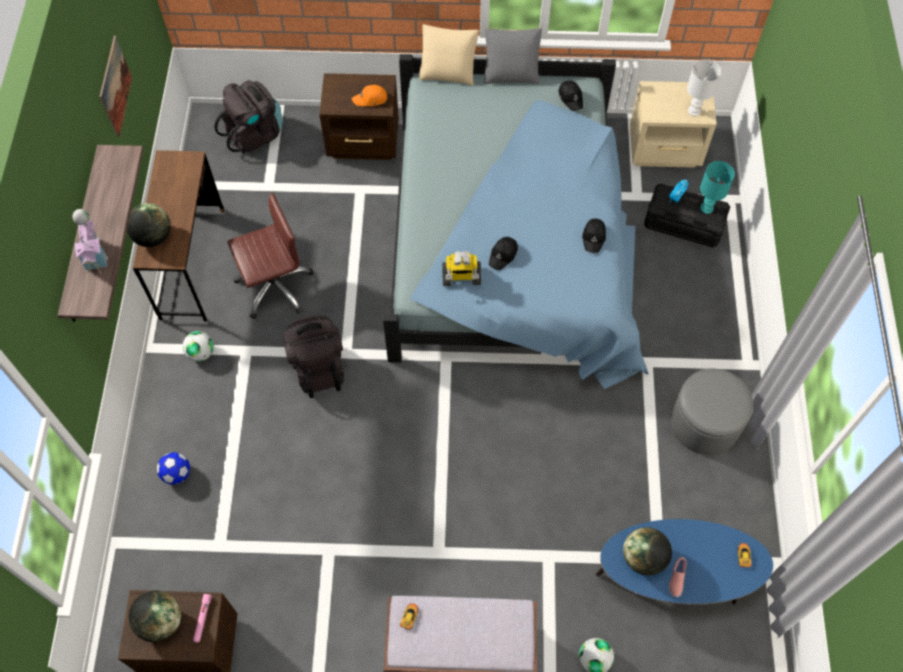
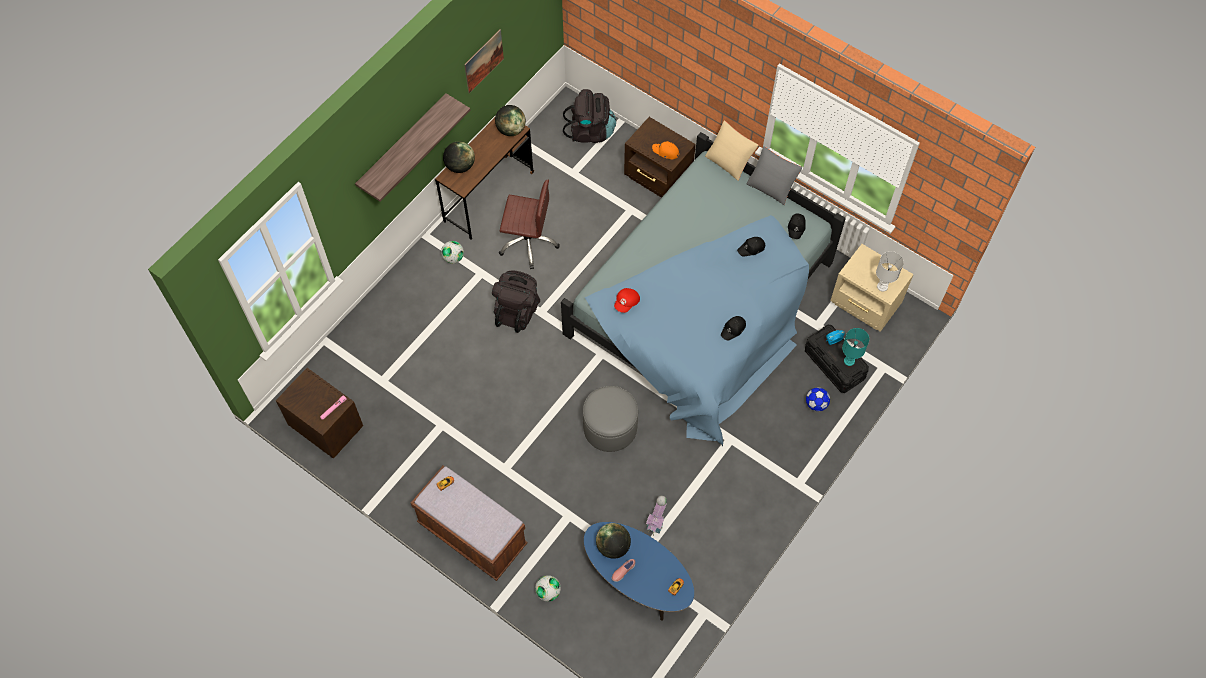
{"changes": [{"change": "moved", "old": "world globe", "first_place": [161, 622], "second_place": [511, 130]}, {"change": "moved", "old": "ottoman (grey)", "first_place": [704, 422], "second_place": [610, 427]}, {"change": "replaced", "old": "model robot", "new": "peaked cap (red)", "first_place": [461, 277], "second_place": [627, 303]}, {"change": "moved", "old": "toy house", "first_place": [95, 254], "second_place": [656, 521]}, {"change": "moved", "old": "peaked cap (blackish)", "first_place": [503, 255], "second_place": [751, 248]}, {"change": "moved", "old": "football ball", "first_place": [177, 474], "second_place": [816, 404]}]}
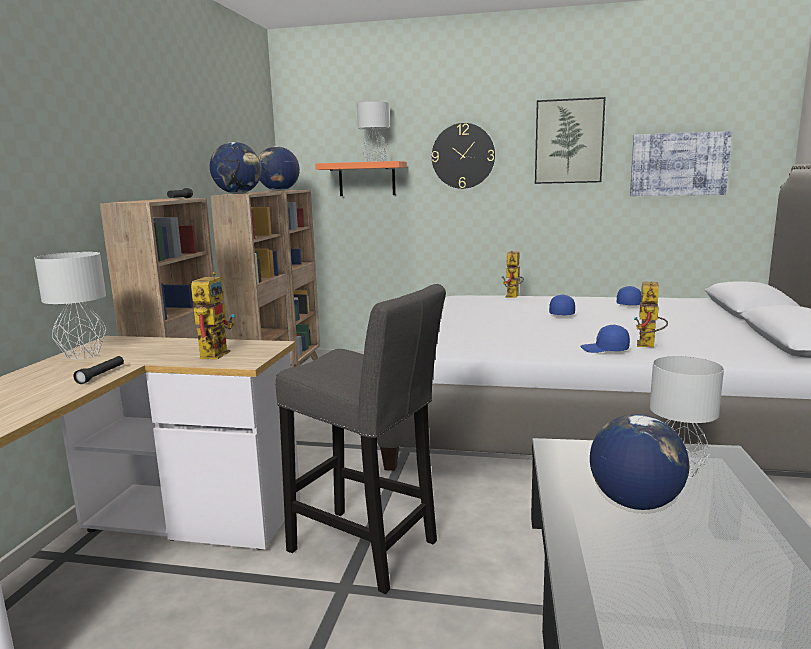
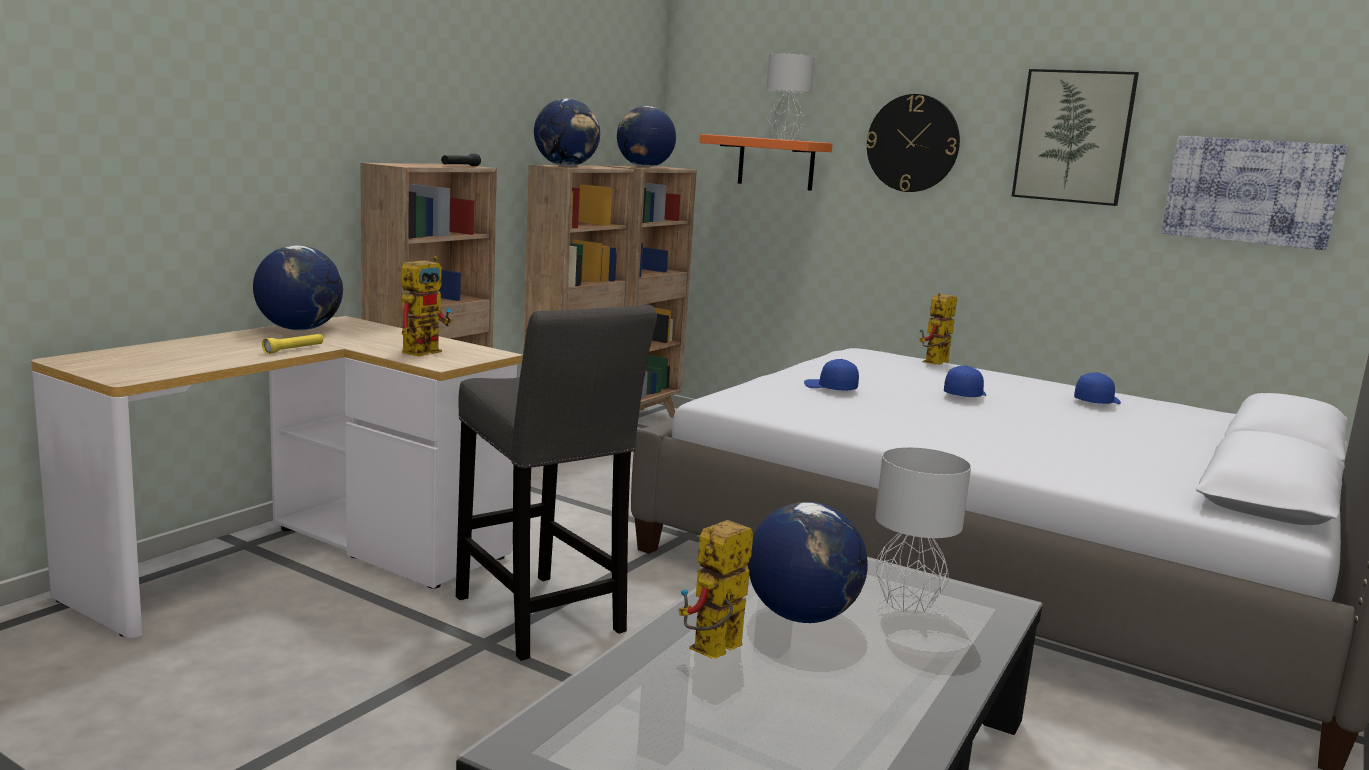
{"changes": [{"change": "replaced", "old": "lamp for a table (grey)", "new": "world globe", "first_place": [81, 355], "second_place": [299, 329]}, {"change": "recoloured", "old": "torch (blackish)", "new": "torch (yellow-coloured)", "first_place": [101, 375], "second_place": [294, 349]}, {"change": "moved", "old": "model robot", "first_place": [648, 346], "second_place": [713, 653]}, {"change": "moved", "old": "peaked cap (blue-coloured)", "first_place": [604, 349], "second_place": [830, 388]}]}
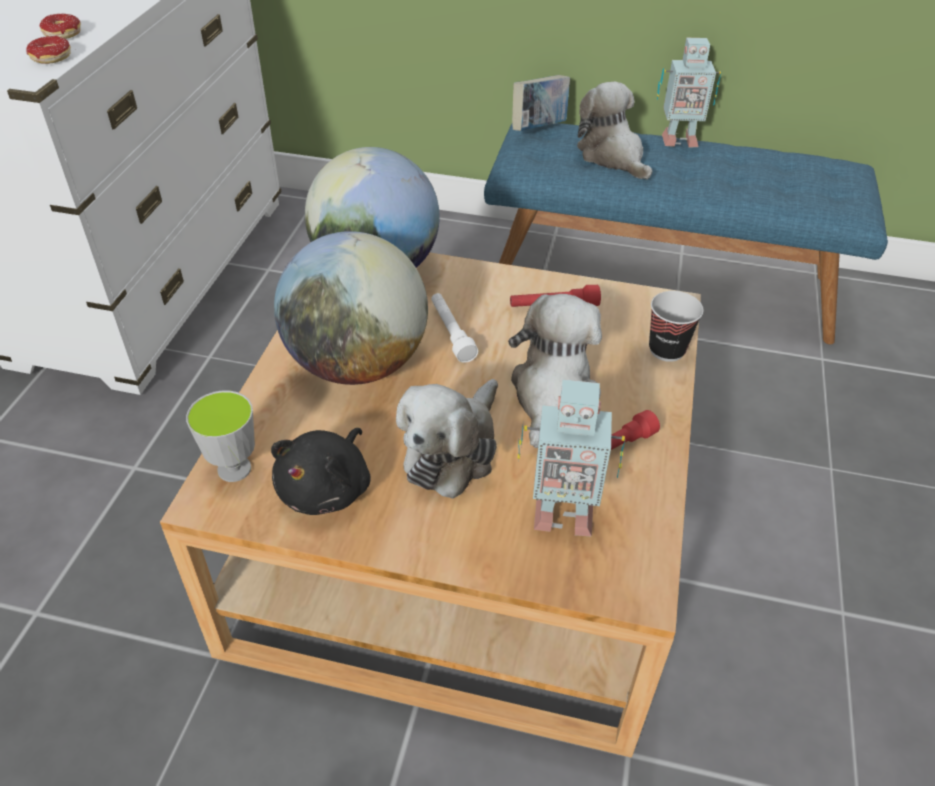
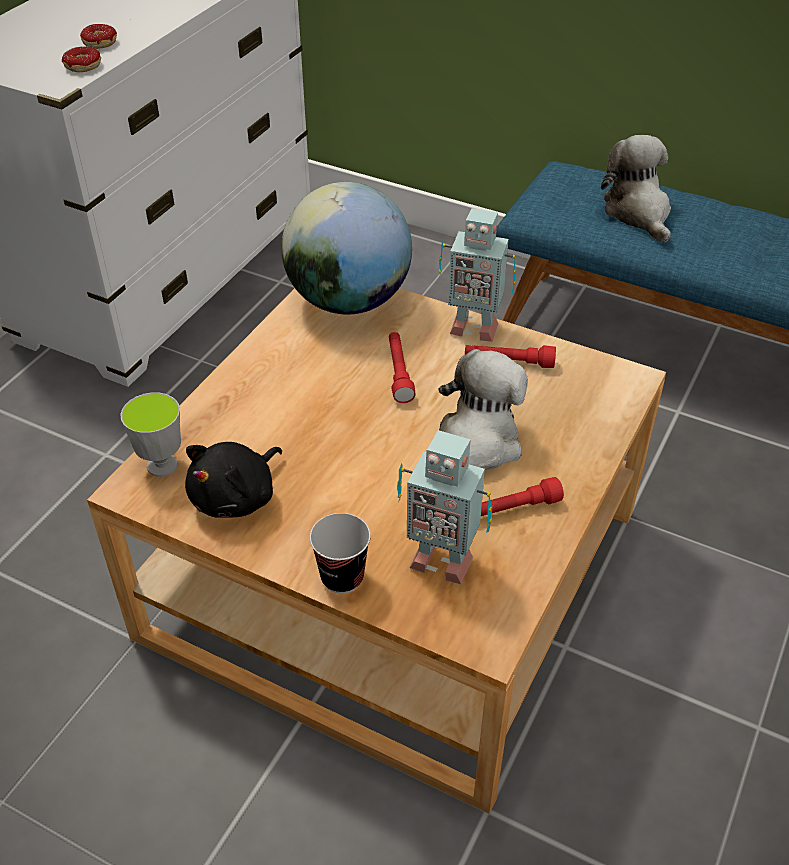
{"changes": [{"change": "moved", "old": "drinking cup", "first_place": [666, 350], "second_place": [342, 577]}, {"change": "recoloured", "old": "torch (whitish)", "new": "torch (red)", "first_place": [451, 333], "second_place": [399, 373]}, {"change": "moved", "old": "model robot", "first_place": [678, 140], "second_place": [473, 326]}, {"change": "removed", "old": "world globe", "first_place": [357, 364]}, {"change": "removed", "old": "plush toy", "first_place": [452, 450]}, {"change": "removed", "old": "bound book", "first_place": [539, 128]}]}
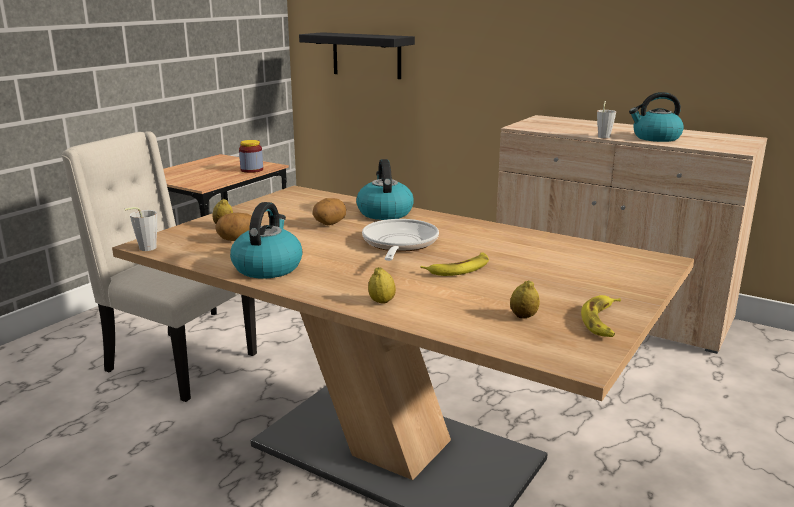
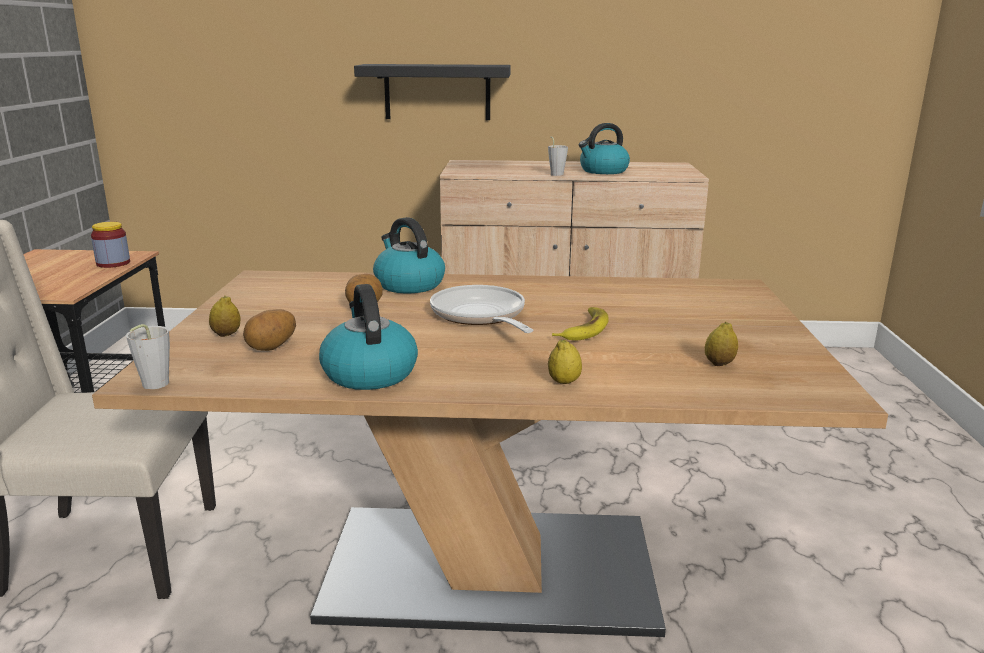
{"changes": [{"change": "moved", "old": "wall shelf (blackish)", "first_place": [366, 55], "second_place": [437, 92]}, {"change": "removed", "old": "whole banana", "first_place": [602, 321]}]}
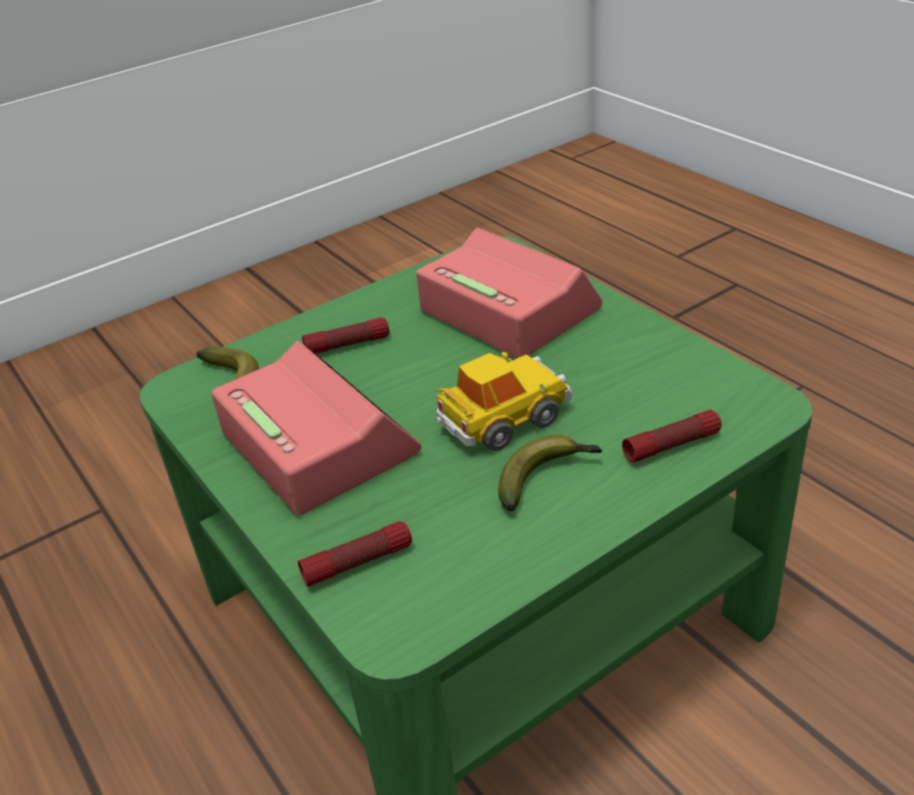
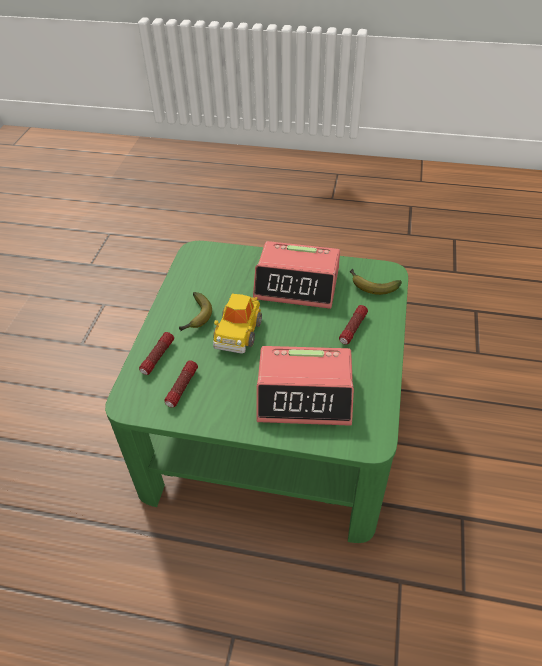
{"changes": [{"change": "moved", "old": "torch", "first_place": [358, 562], "second_place": [182, 388]}]}
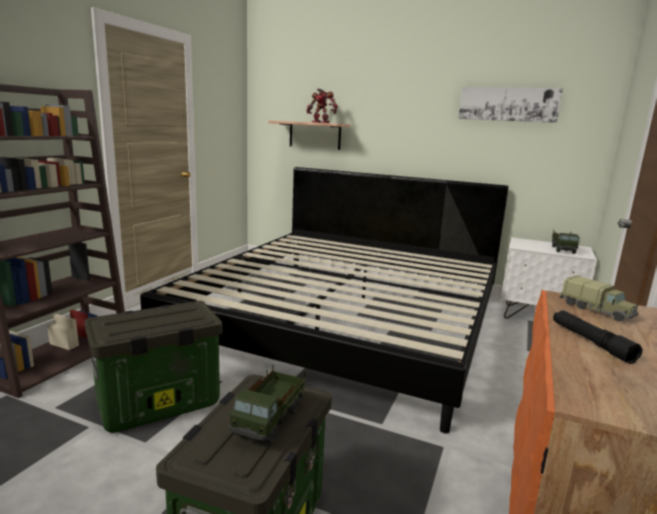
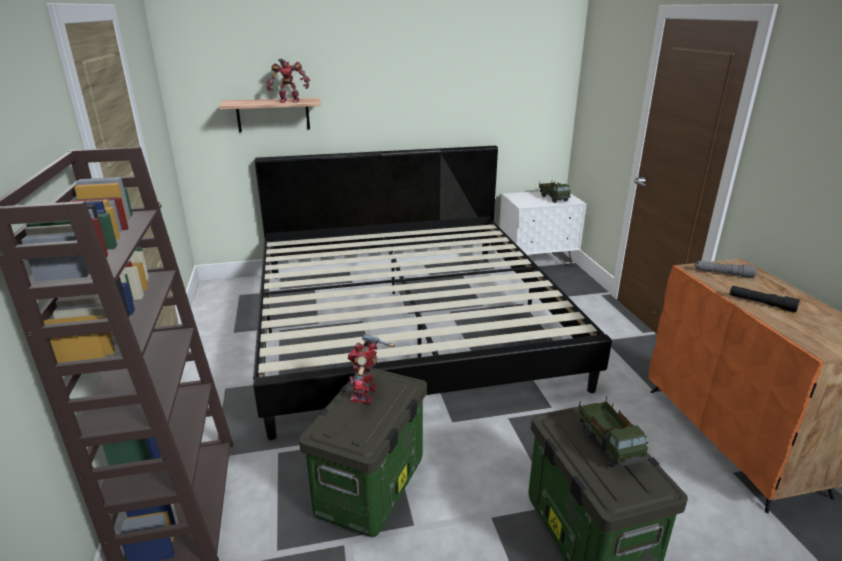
{"changes": [{"change": "added", "new": "model robot", "second_place": [366, 394]}, {"change": "replaced", "old": "model truck", "new": "torch (grey)", "first_place": [597, 310], "second_place": [723, 274]}, {"change": "removed", "old": "wall picture", "first_place": [508, 104]}]}
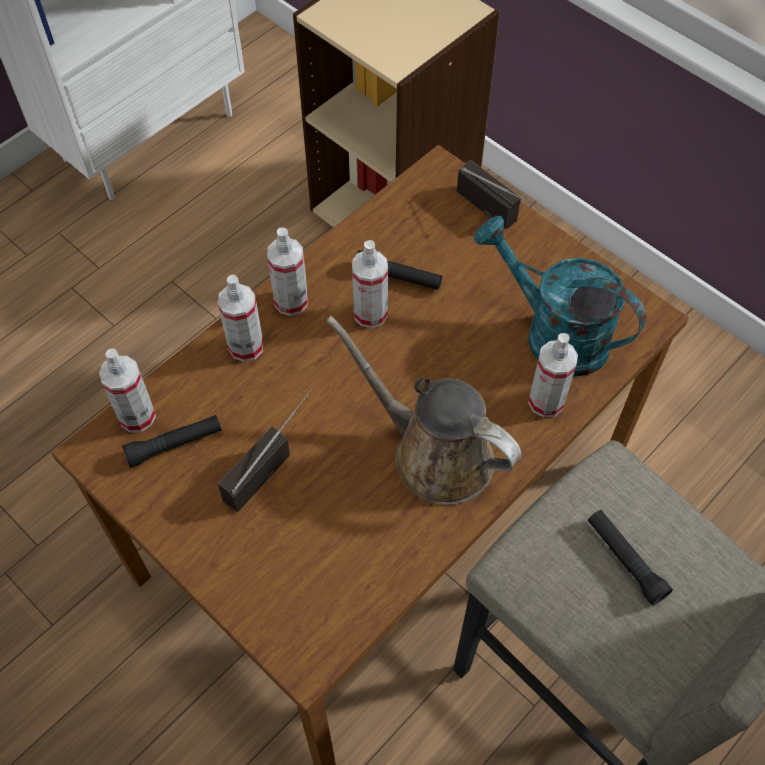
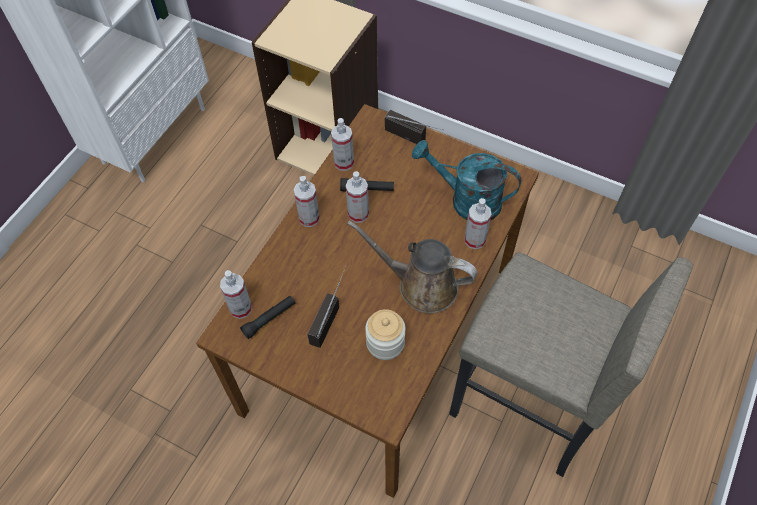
{"changes": [{"change": "moved", "old": "spray bottle", "first_place": [246, 346], "second_place": [344, 163]}, {"change": "added", "new": "preserve jar", "second_place": [385, 343]}, {"change": "removed", "old": "torch (blackish)", "first_place": [625, 560]}]}
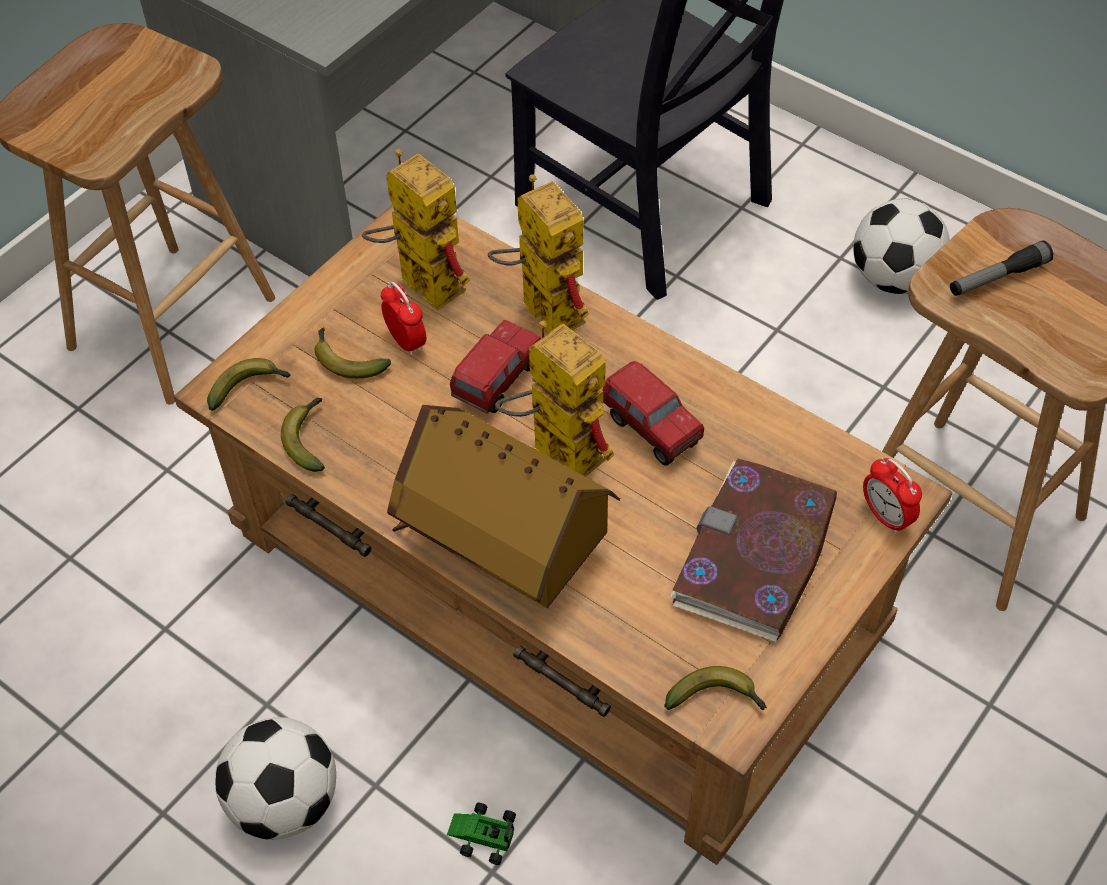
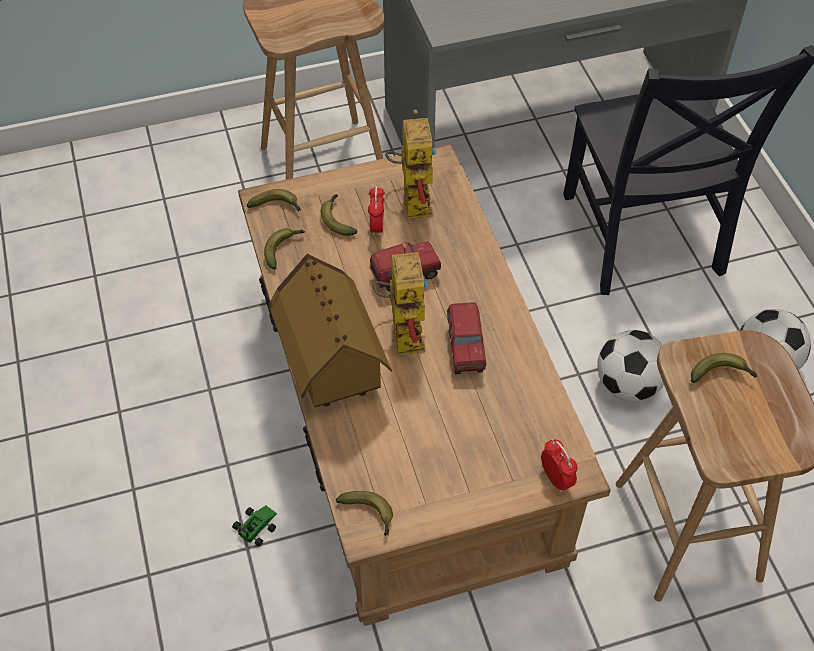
{"changes": [{"change": "turned", "old": "miniature car", "first_place": [480, 833], "second_place": [258, 524], "degrees": 75}, {"change": "turned", "old": "bedside clock", "first_place": [886, 516], "second_place": [556, 478], "degrees": 150}, {"change": "moved", "old": "football ball", "first_place": [285, 802], "second_place": [627, 385]}, {"change": "replaced", "old": "torch", "new": "whole banana", "first_place": [997, 277], "second_place": [722, 374]}, {"change": "removed", "old": "model robot", "first_place": [540, 307]}, {"change": "removed", "old": "bound book", "first_place": [755, 554]}]}
